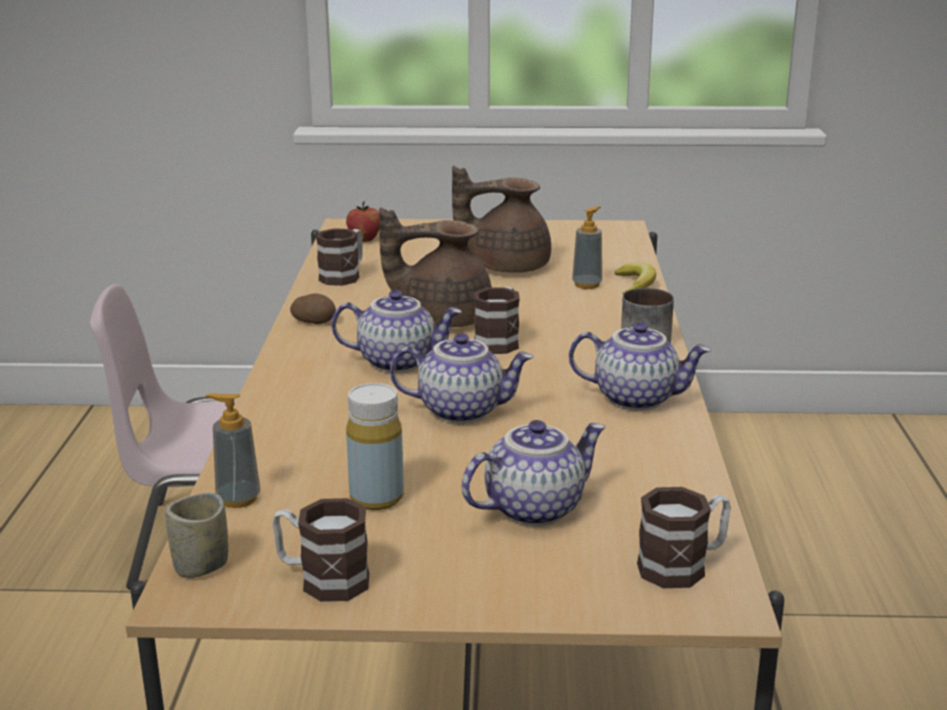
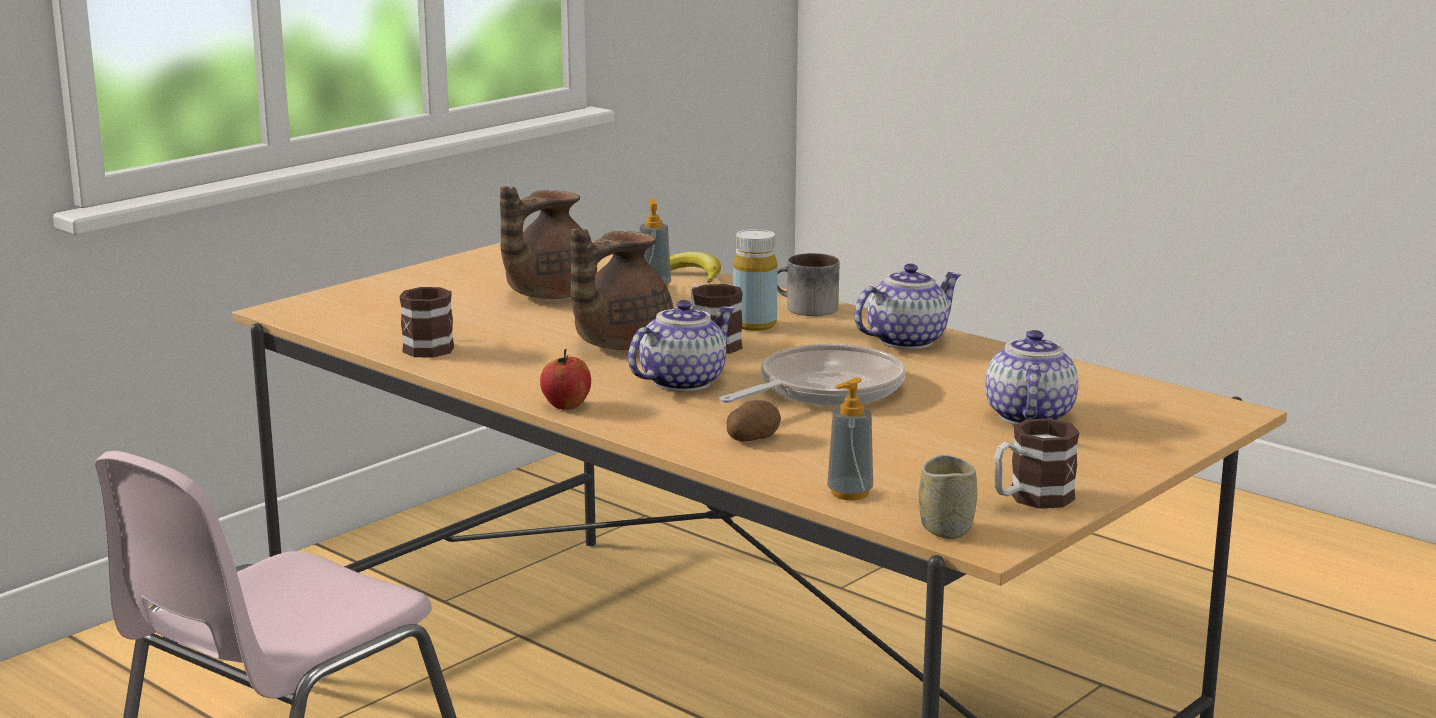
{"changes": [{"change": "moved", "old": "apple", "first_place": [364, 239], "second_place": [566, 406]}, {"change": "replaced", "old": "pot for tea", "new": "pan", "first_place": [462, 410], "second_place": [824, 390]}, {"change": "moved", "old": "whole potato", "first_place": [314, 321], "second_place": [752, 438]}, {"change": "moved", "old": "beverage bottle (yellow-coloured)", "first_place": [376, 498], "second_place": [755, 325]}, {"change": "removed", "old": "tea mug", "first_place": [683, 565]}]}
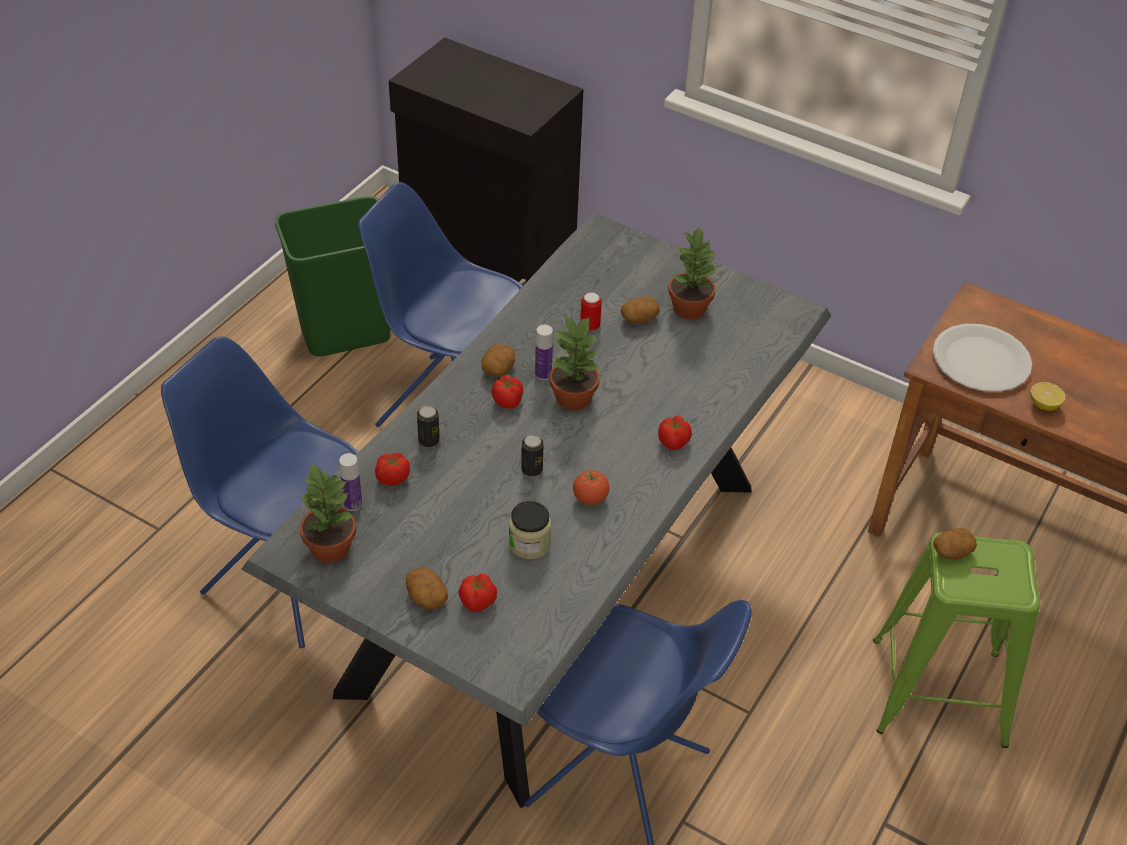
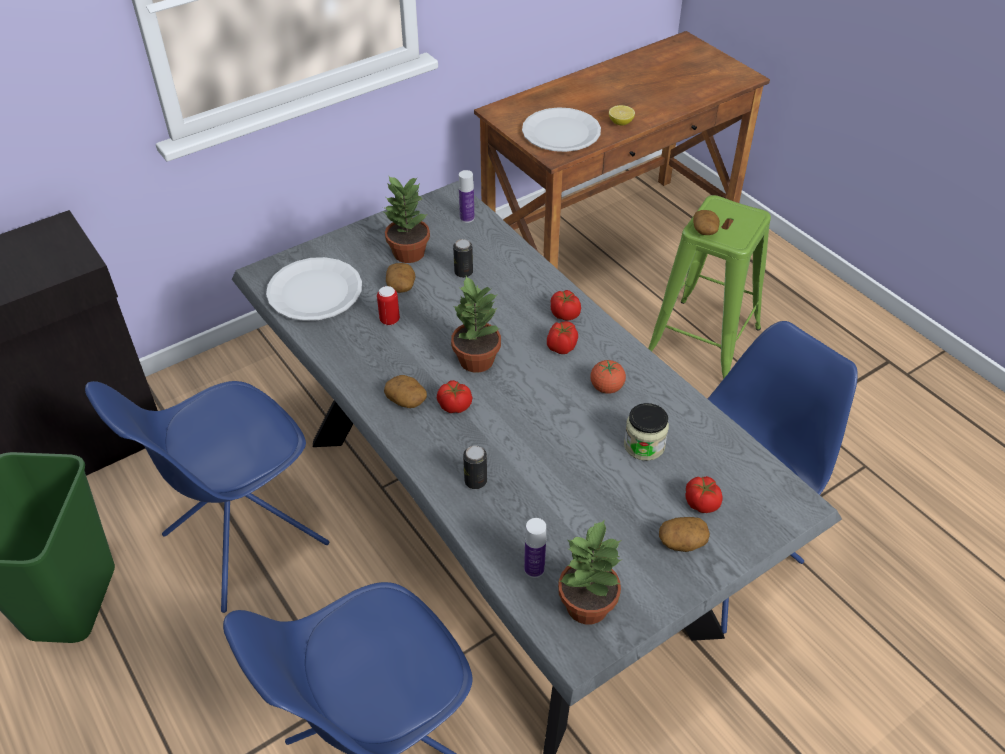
{"changes": [{"change": "added", "new": "dinner plate (whitish)", "second_place": [315, 292]}, {"change": "moved", "old": "can", "first_place": [532, 469], "second_place": [463, 272]}, {"change": "moved", "old": "beverage bottle", "first_place": [543, 374], "second_place": [467, 218]}, {"change": "moved", "old": "whole tomato", "first_place": [392, 478], "second_place": [561, 347]}]}
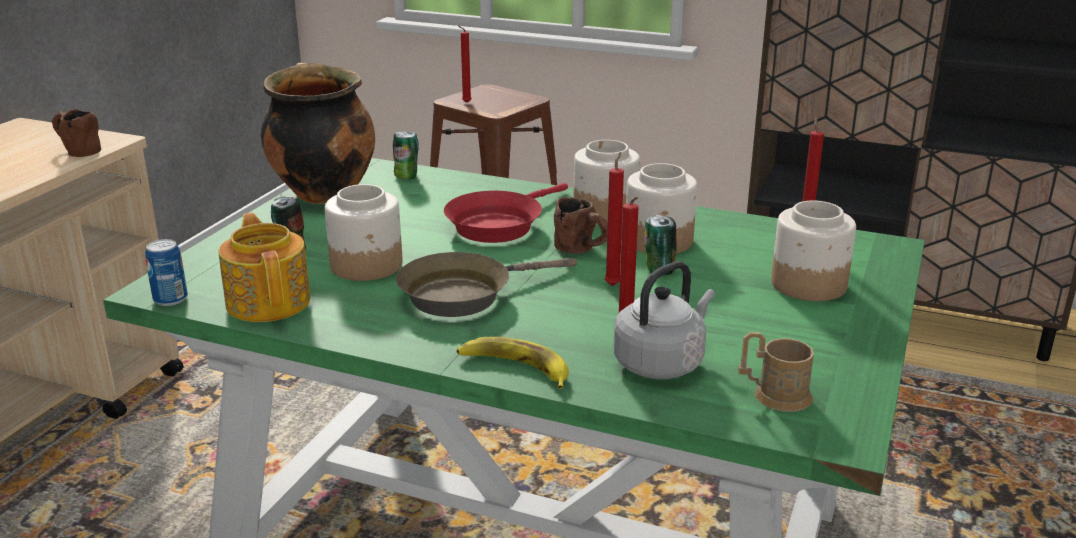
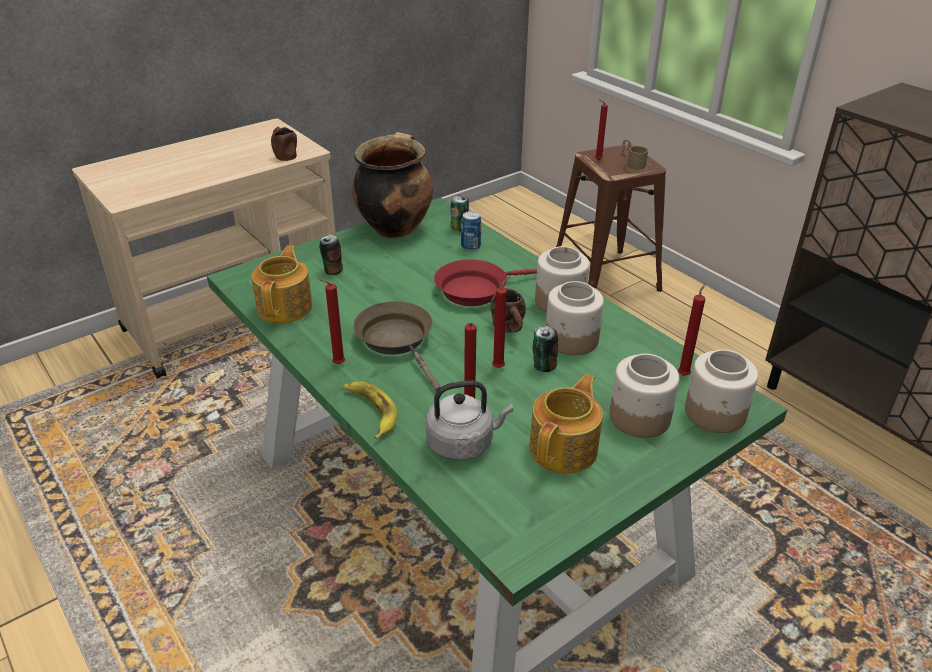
{"changes": [{"change": "added", "new": "wax candle (red)", "second_place": [336, 364]}, {"change": "turned", "old": "pan (brown)", "first_place": [463, 294], "second_place": [398, 341], "degrees": 60}, {"change": "moved", "old": "can", "first_place": [170, 299], "second_place": [470, 246]}, {"change": "added", "new": "pot for tea", "second_place": [565, 448]}, {"change": "moved", "old": "tea mug (brown)", "first_place": [774, 395], "second_place": [632, 167]}, {"change": "moved", "old": "preserve jar", "first_place": [367, 265], "second_place": [715, 413]}]}
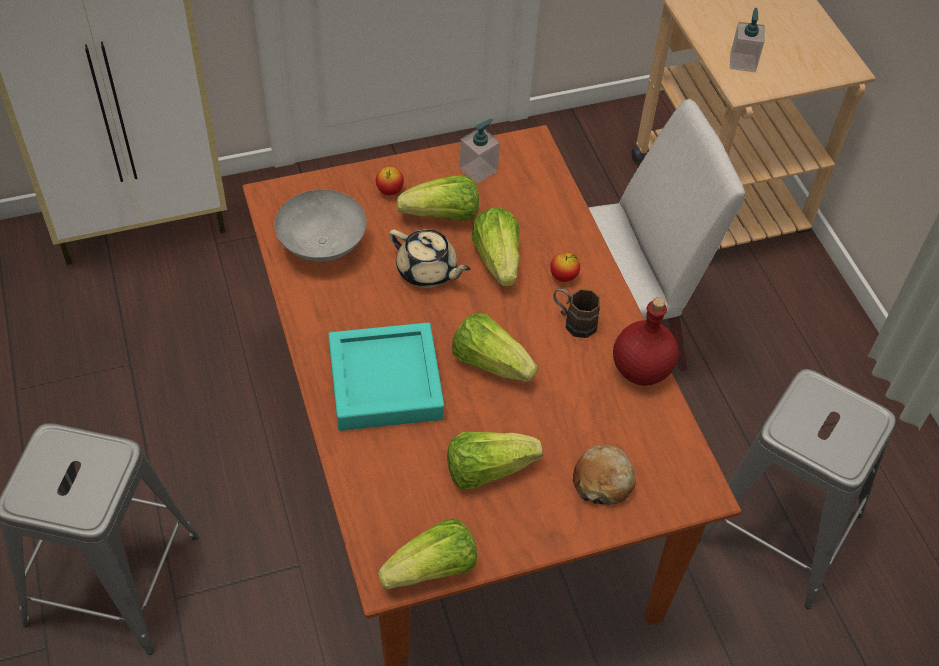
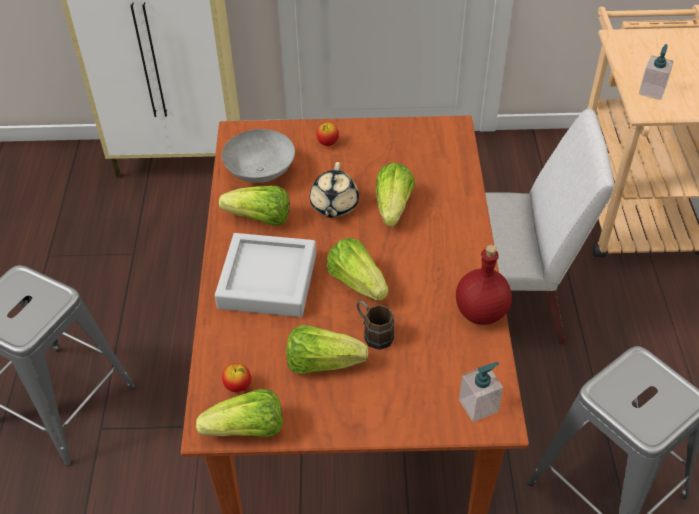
{"changes": [{"change": "recoloured", "old": "carrying tray (turquoise)", "new": "carrying tray (grey)", "first_place": [385, 383], "second_place": [267, 280]}, {"change": "moved", "old": "head of lettuce", "first_place": [443, 216], "second_place": [260, 219]}, {"change": "moved", "old": "apple", "first_place": [563, 277], "second_place": [238, 386]}, {"change": "turned", "old": "pot for tea (beige-coloured)", "first_place": [427, 271], "second_place": [334, 205], "degrees": 45}, {"change": "moved", "old": "tea mug (brown)", "first_place": [573, 322], "second_place": [373, 333]}, {"change": "moved", "old": "soap bottle", "first_place": [478, 170], "second_place": [478, 405]}, {"change": "removed", "old": "bread", "first_place": [603, 481]}]}
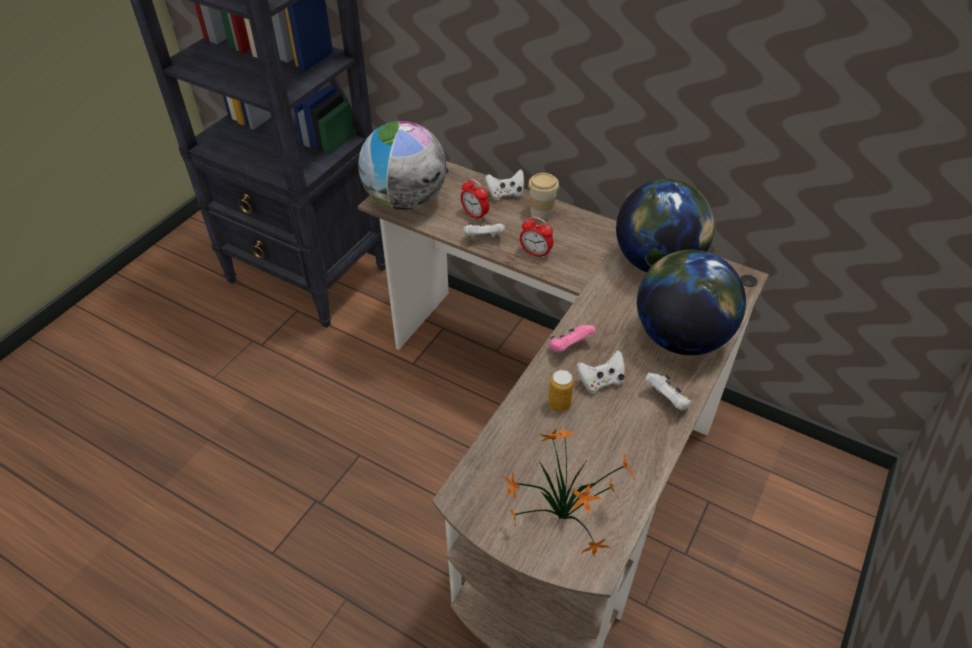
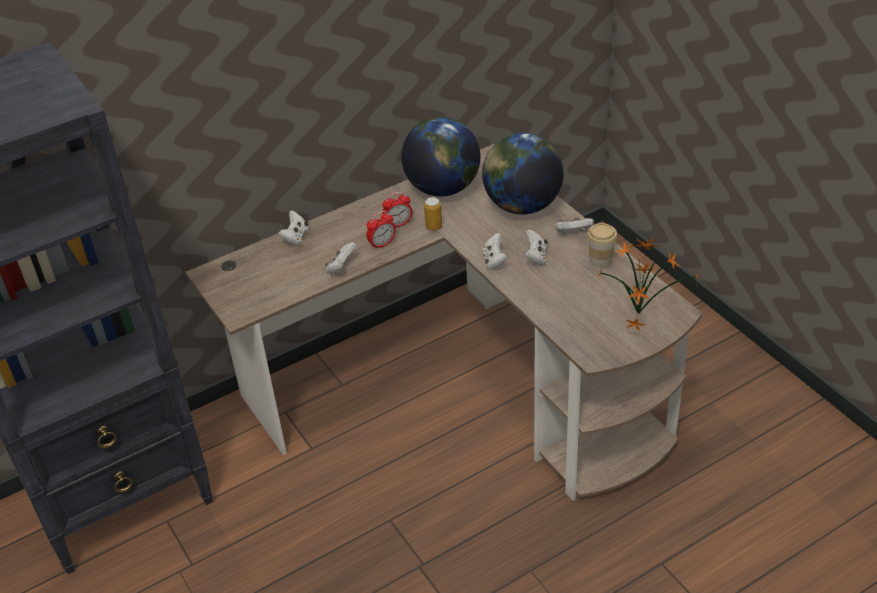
{"changes": [{"change": "moved", "old": "bedside clock", "first_place": [475, 215], "second_place": [398, 224]}, {"change": "moved", "old": "can", "first_place": [559, 404], "second_place": [433, 226]}, {"change": "recoloured", "old": "game controller (pinkish)", "new": "game controller (whitish)", "first_place": [569, 347], "second_place": [494, 261]}, {"change": "moved", "old": "drinking cup", "first_place": [541, 212], "second_place": [600, 260]}, {"change": "removed", "old": "world globe", "first_place": [405, 201]}]}
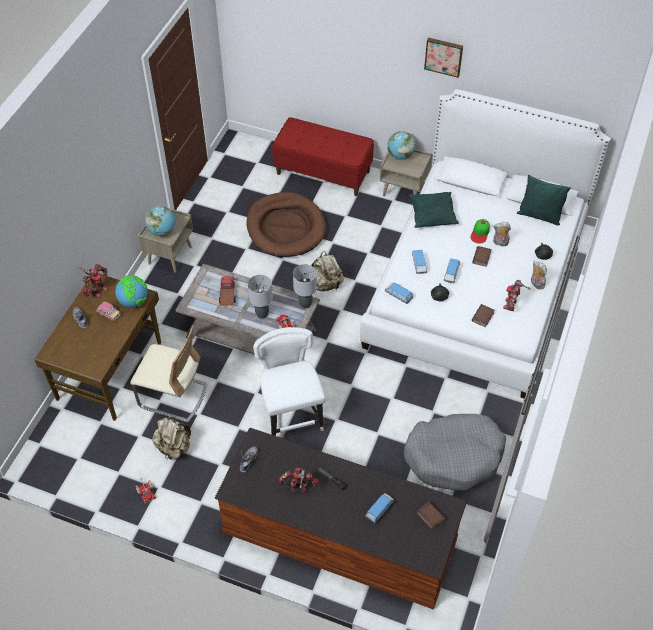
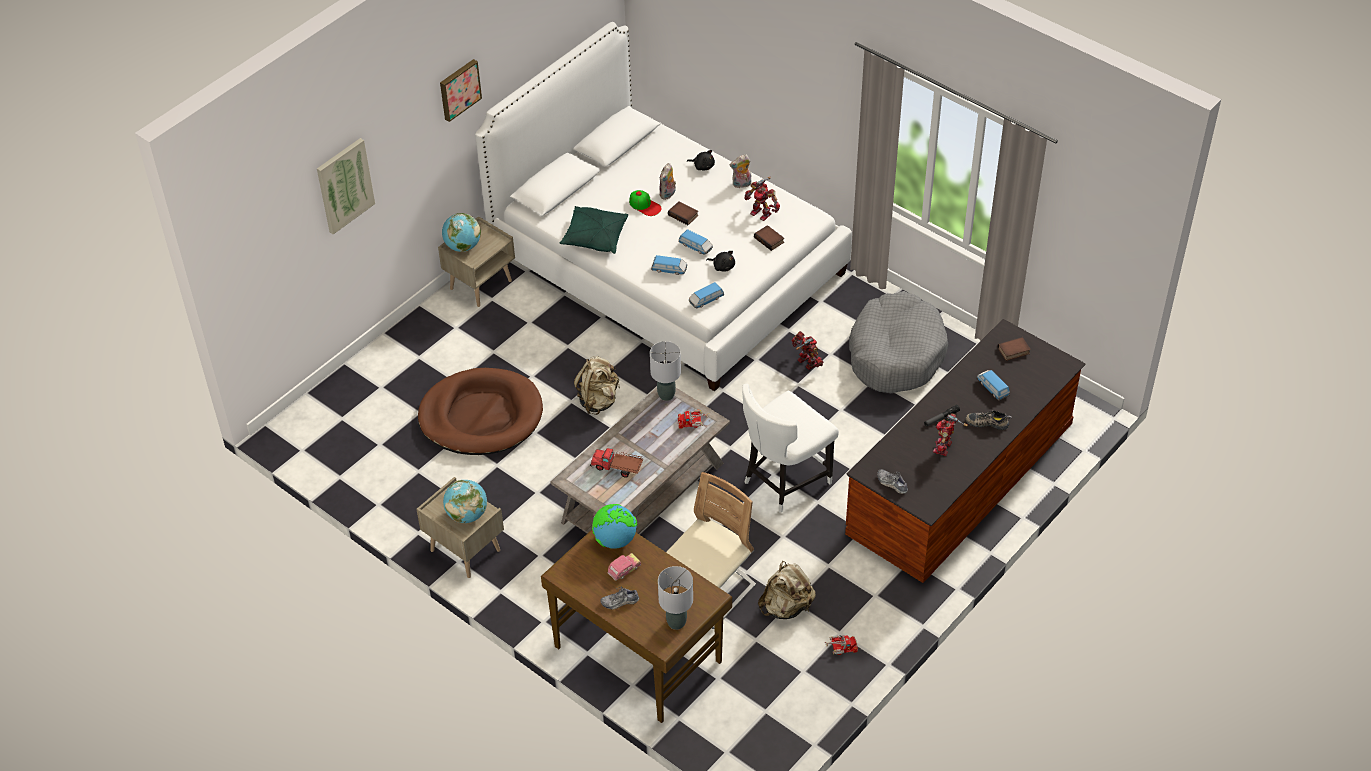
{"changes": [{"change": "added", "new": "wall picture", "second_place": [344, 185]}, {"change": "moved", "old": "lamp for a table (grey)", "first_place": [262, 314], "second_place": [676, 622]}, {"change": "turned", "old": "upright chair (whitish)", "first_place": [291, 415], "second_place": [784, 481], "degrees": -45}, {"change": "moved", "old": "model robot", "first_place": [97, 290], "second_place": [806, 363]}, {"change": "added", "new": "low shoe", "second_place": [987, 422]}, {"change": "removed", "old": "bench (red)", "first_place": [323, 172]}, {"change": "removed", "old": "throw pillow (greenish)", "first_place": [539, 216]}]}
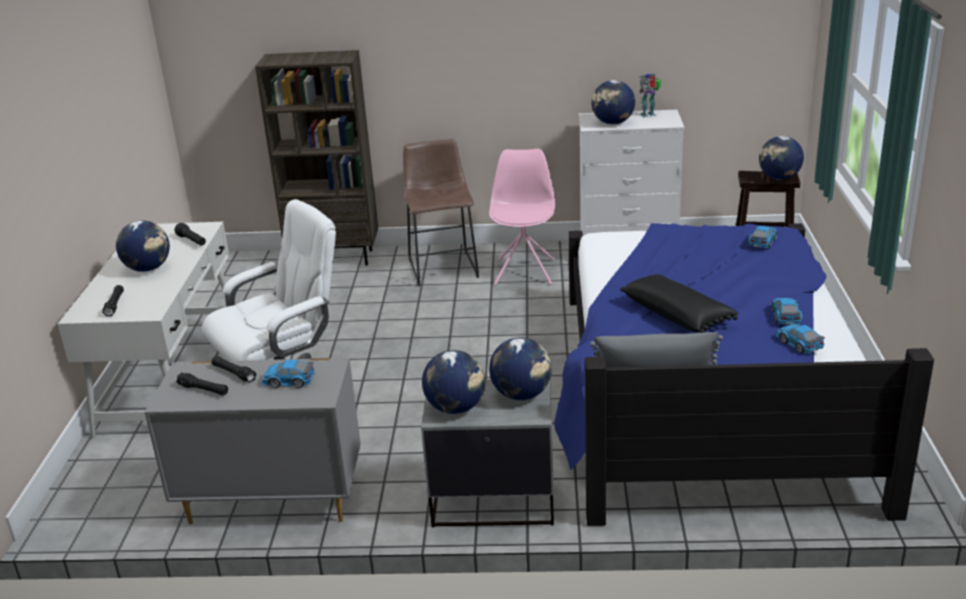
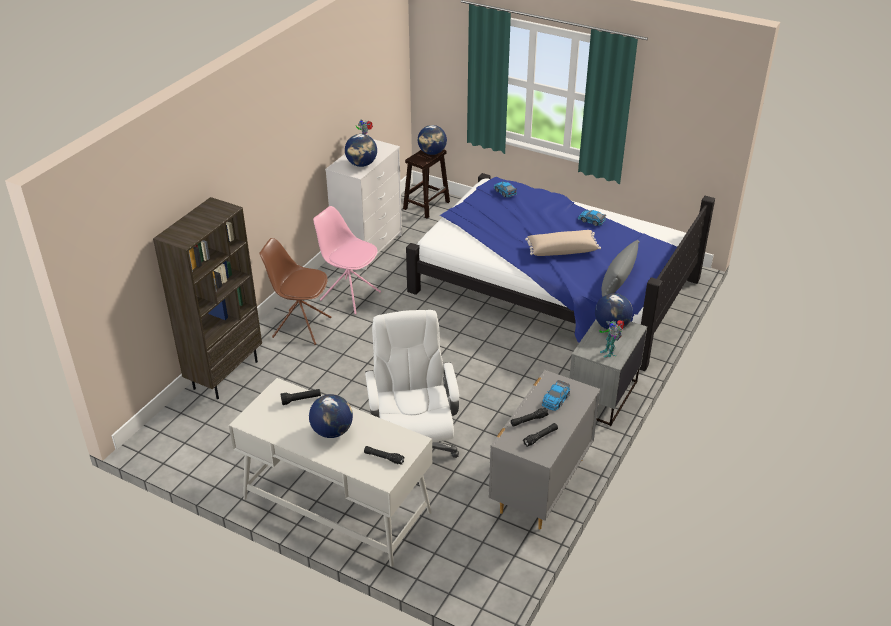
{"changes": [{"change": "replaced", "old": "sitting stool (brown)", "new": "upright chair (brown)", "first_place": [443, 266], "second_place": [300, 327]}, {"change": "recoloured", "old": "throw pillow (blackish)", "new": "throw pillow (beige-coloured)", "first_place": [677, 315], "second_place": [562, 250]}, {"change": "replaced", "old": "world globe", "new": "model robot", "first_place": [456, 408], "second_place": [609, 352]}, {"change": "removed", "old": "miniature car", "first_place": [799, 343]}]}
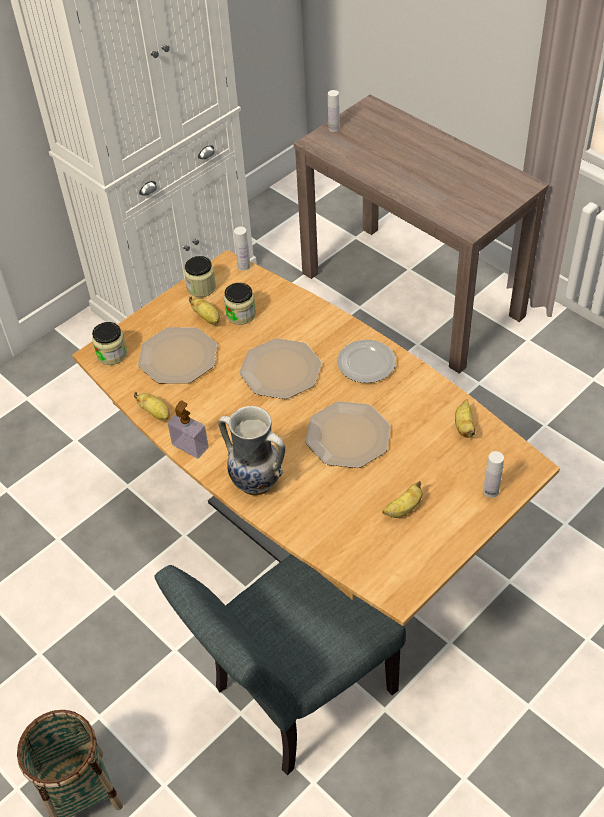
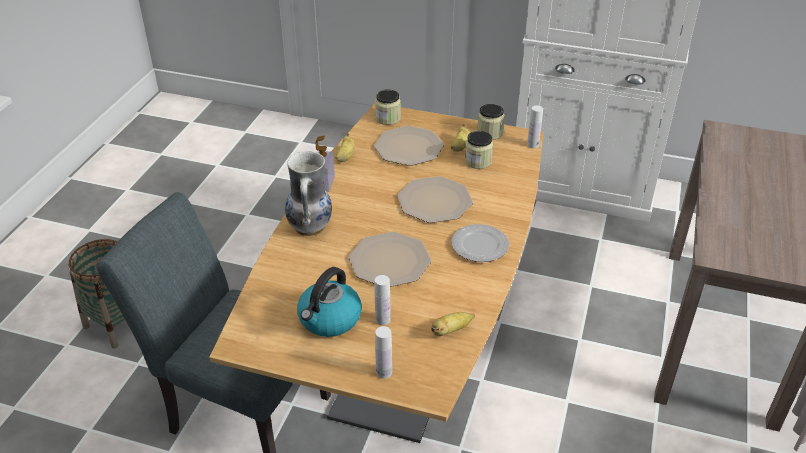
{"changes": [{"change": "replaced", "old": "whole banana", "new": "water kettle", "first_place": [403, 509], "second_place": [329, 319]}, {"change": "moved", "old": "beverage bottle (whitish)", "first_place": [334, 128], "second_place": [382, 320]}]}
